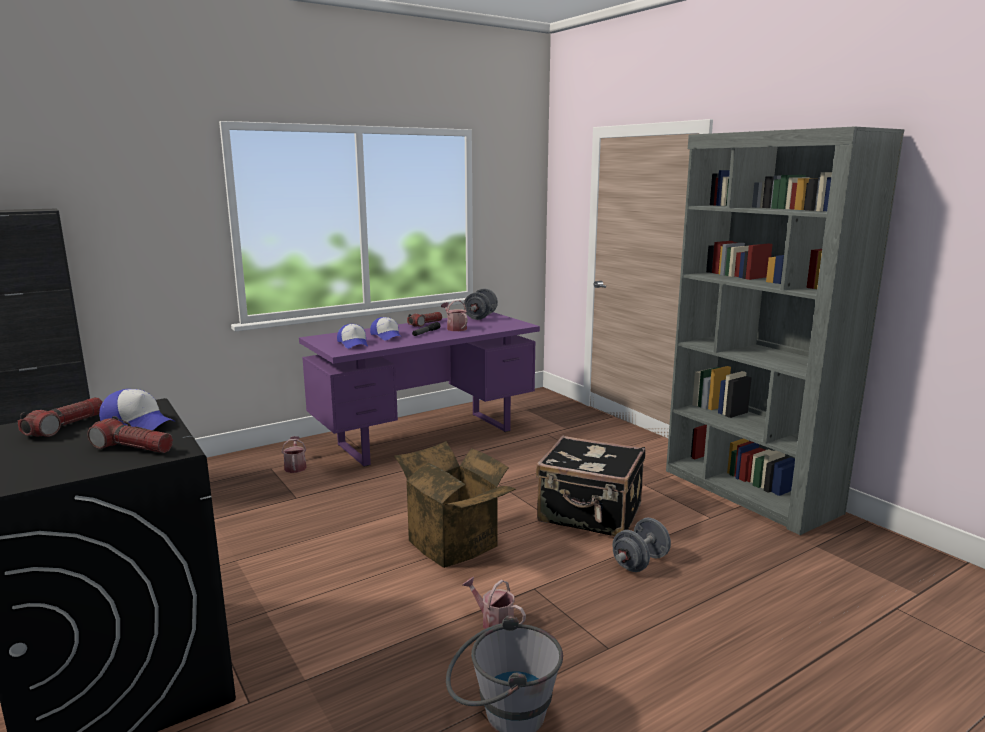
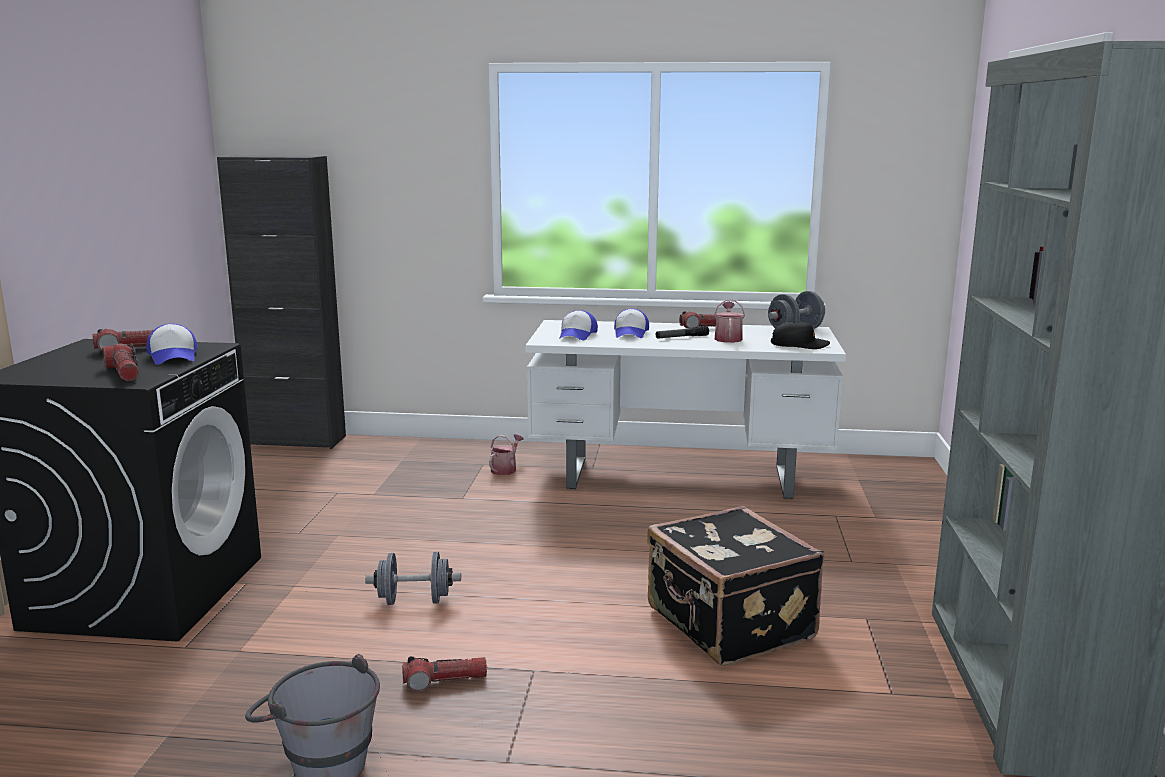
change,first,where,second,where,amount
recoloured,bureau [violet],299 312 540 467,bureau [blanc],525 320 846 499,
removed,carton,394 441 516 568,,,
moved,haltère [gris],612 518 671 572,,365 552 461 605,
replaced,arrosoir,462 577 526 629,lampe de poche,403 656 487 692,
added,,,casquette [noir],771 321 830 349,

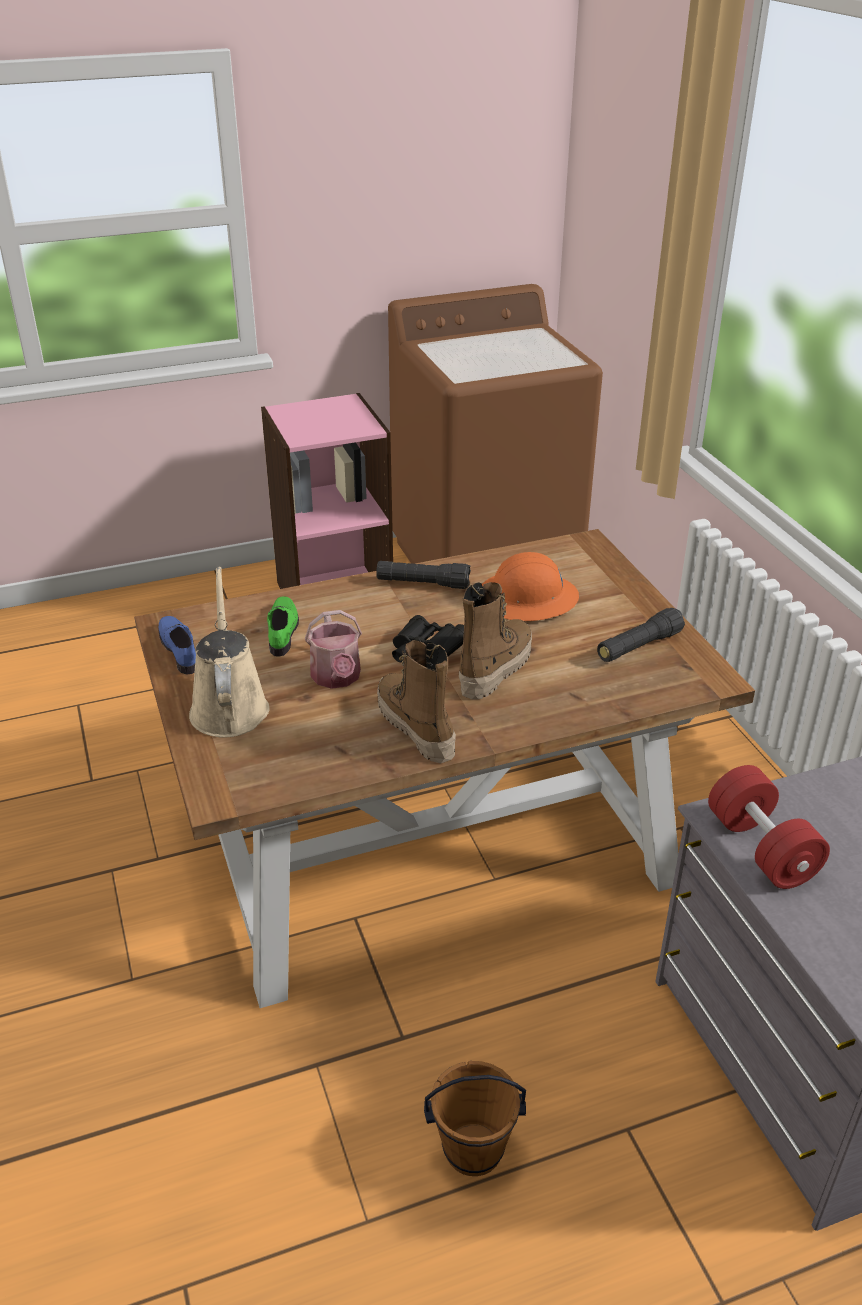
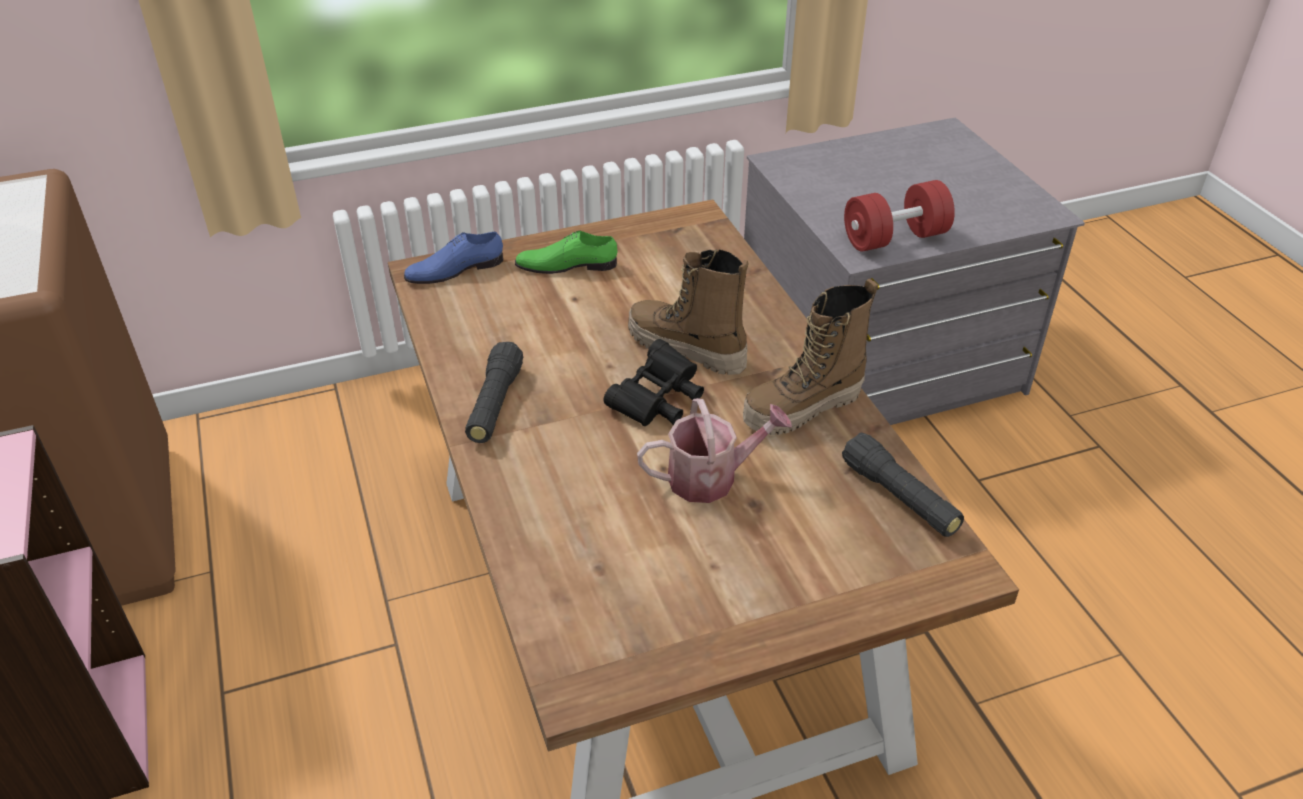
change,first,where,second,where,amount
removed,casque de chantier [orange],482 552 579 621,,,
removed,arrosoir [beige],189 567 270 738,,,
moved,chaussure [vert],267 596 299 657,,515 231 618 274,
moved,lampe de poche [noir],597 608 685 662,,842 433 964 537,
moved,chaussure [bleu],159 616 196 675,,404 232 503 284,
removed,seau [marron],424 1061 526 1176,,,

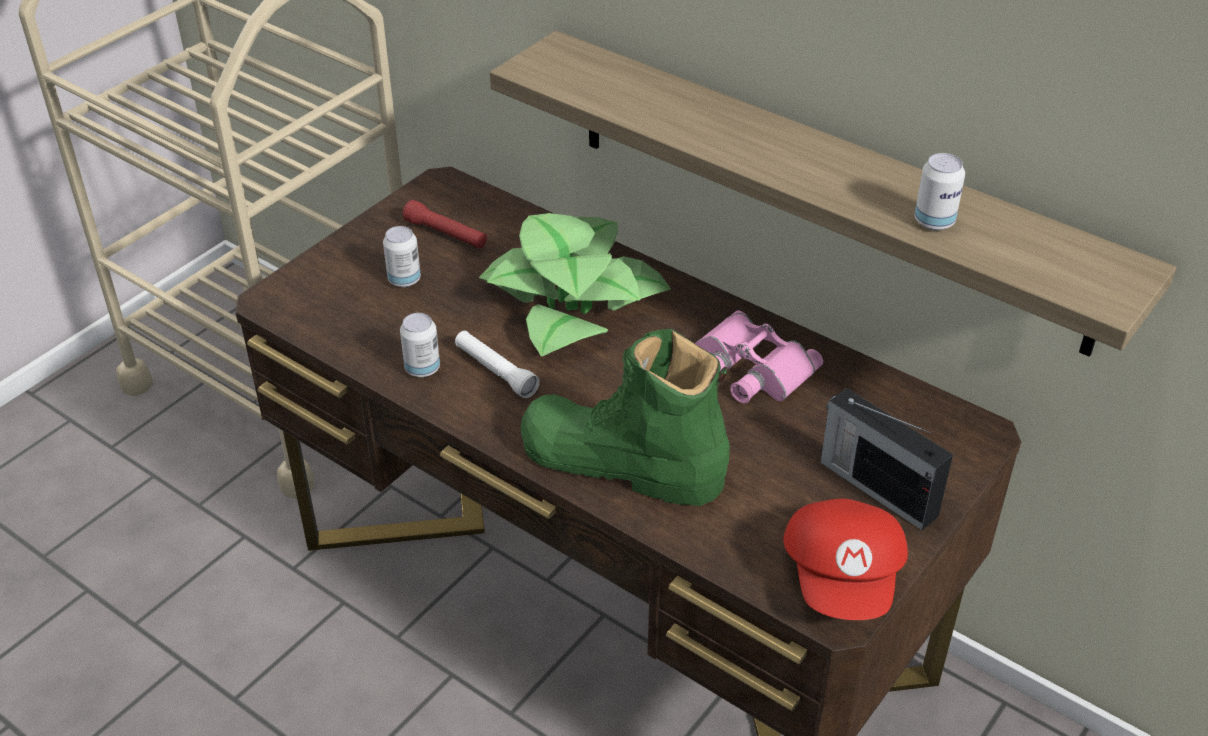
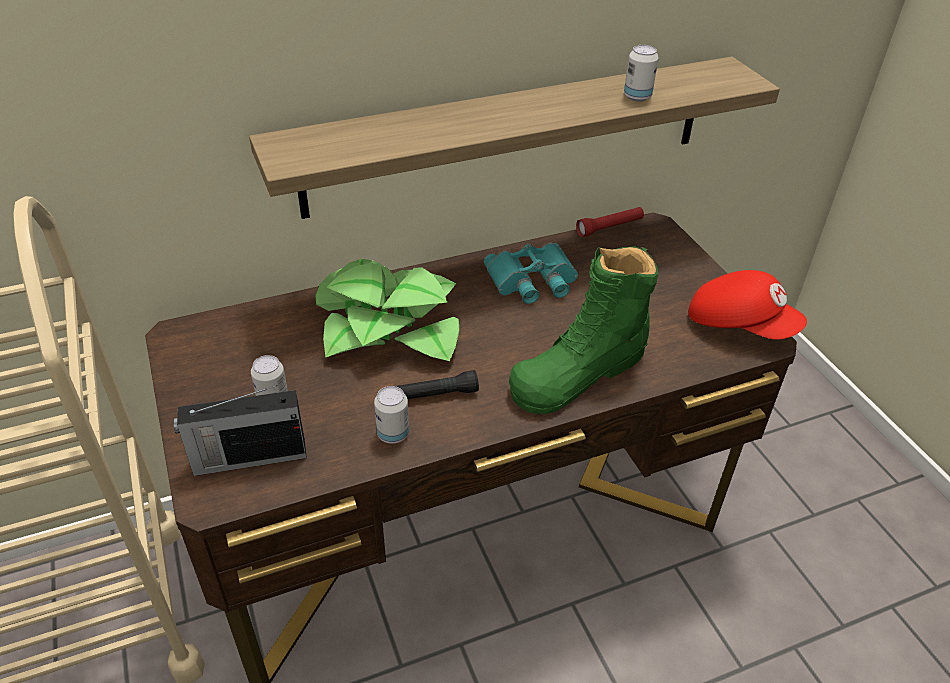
change,first,where,second,where,amount
moved,lampe de poche [rouge],403 200 487 249,,576 207 644 237,
recoloured,jumelles [rose],695 311 823 404,jumelles [turquoise],484 243 578 304,
recoloured,lampe de poche [blanc],455 331 540 398,lampe de poche [noir],396 370 479 399,
moved,radio,820 388 953 530,,174 385 307 476,

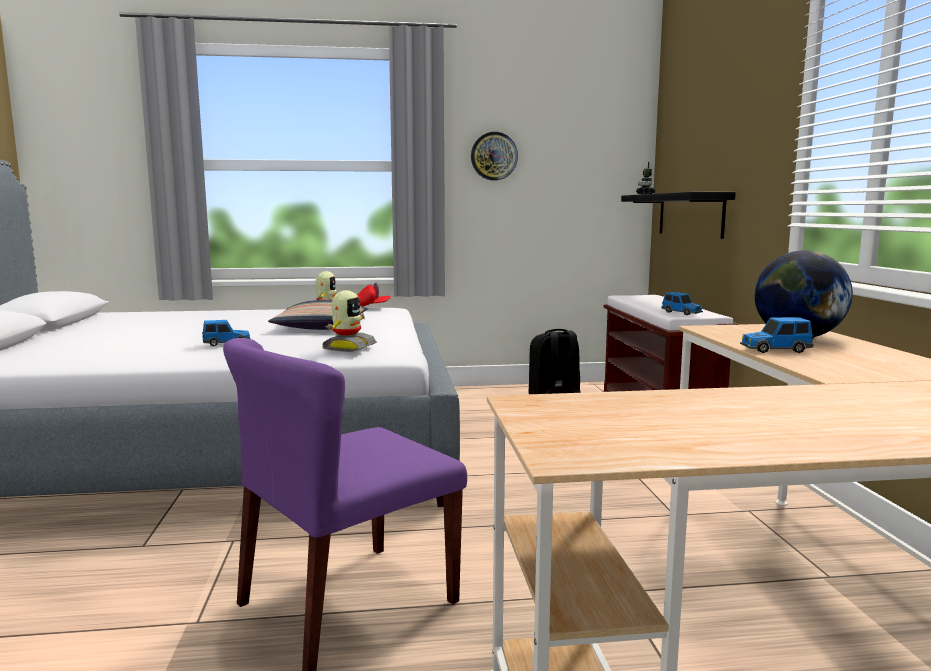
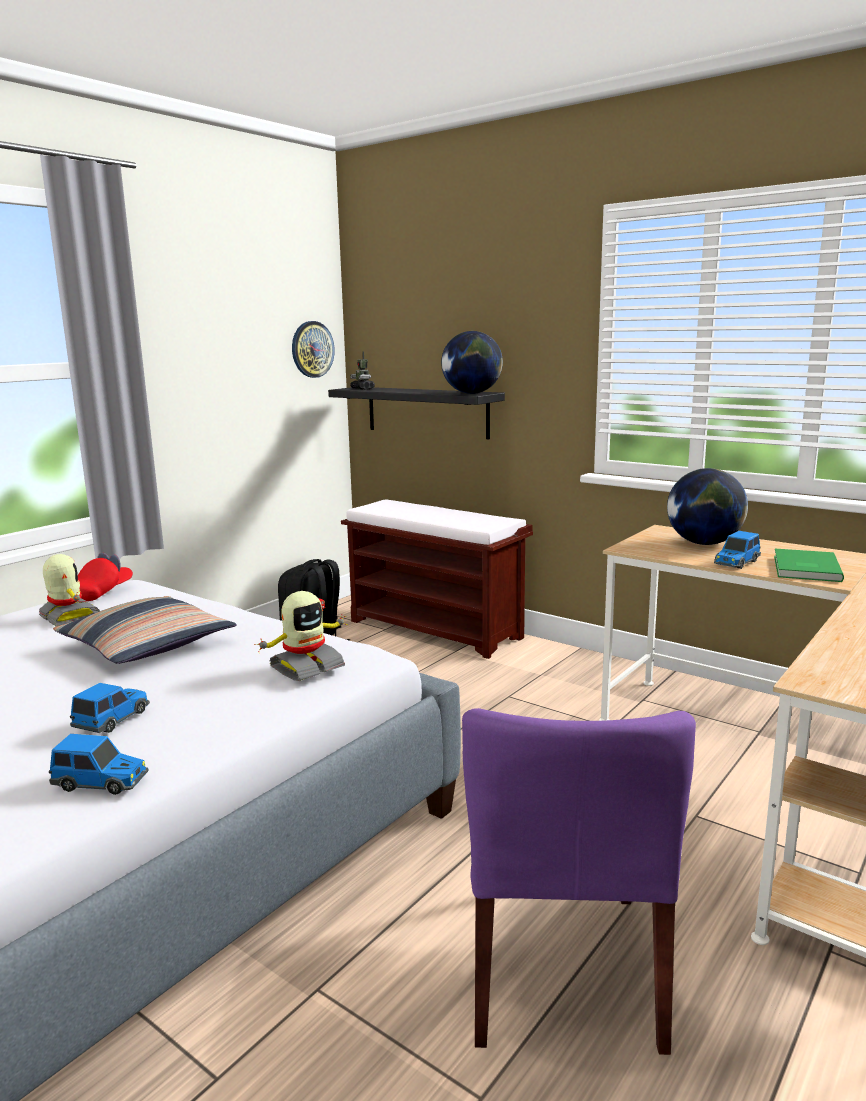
change,first,where,second,where,amount
moved,horloge murale,471 132 518 181,,292 321 335 378,
turned,robot jouet,322 290 377 352,,254 591 347 681,75 degrees clockwise
moved,petite voiture,661 292 703 315,,49 734 149 795,
added,,,globe,441 331 503 394,
added,,,livre [vert],774 549 844 582,

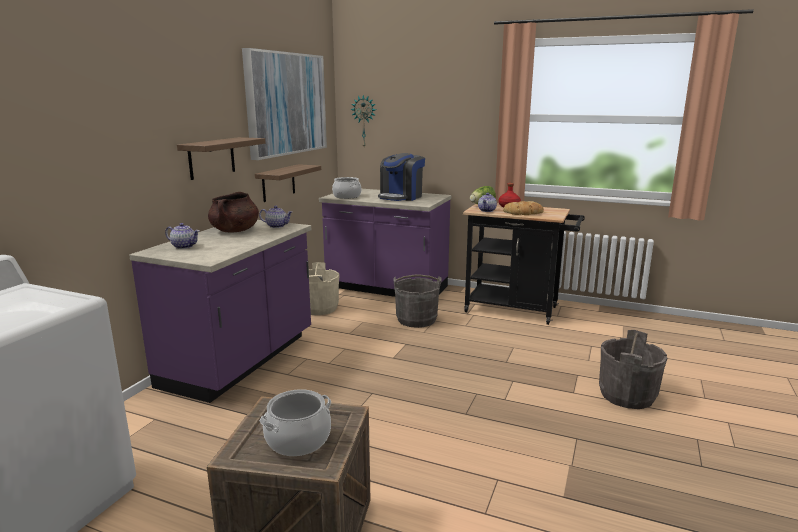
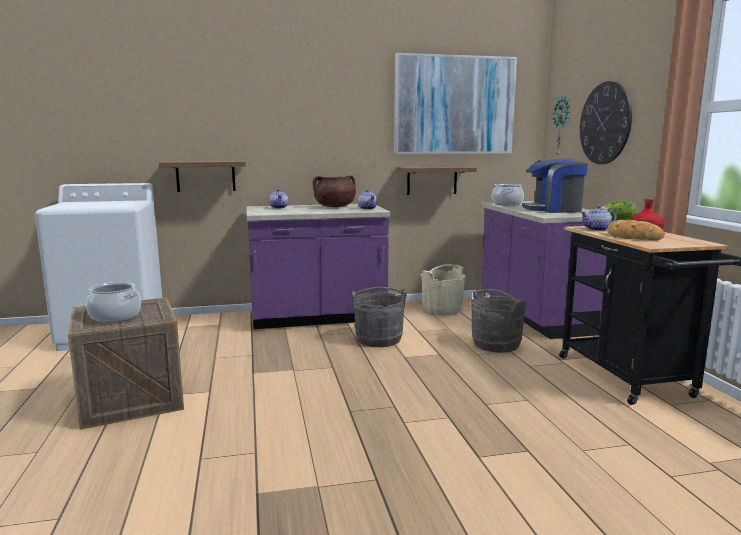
change,first,where,second,where,amount
moved,étagère,177 137 265 180,,159 161 246 192,
moved,seau [gris],599 330 667 409,,352 287 407 347,
added,,,horloge murale,580 81 632 164,

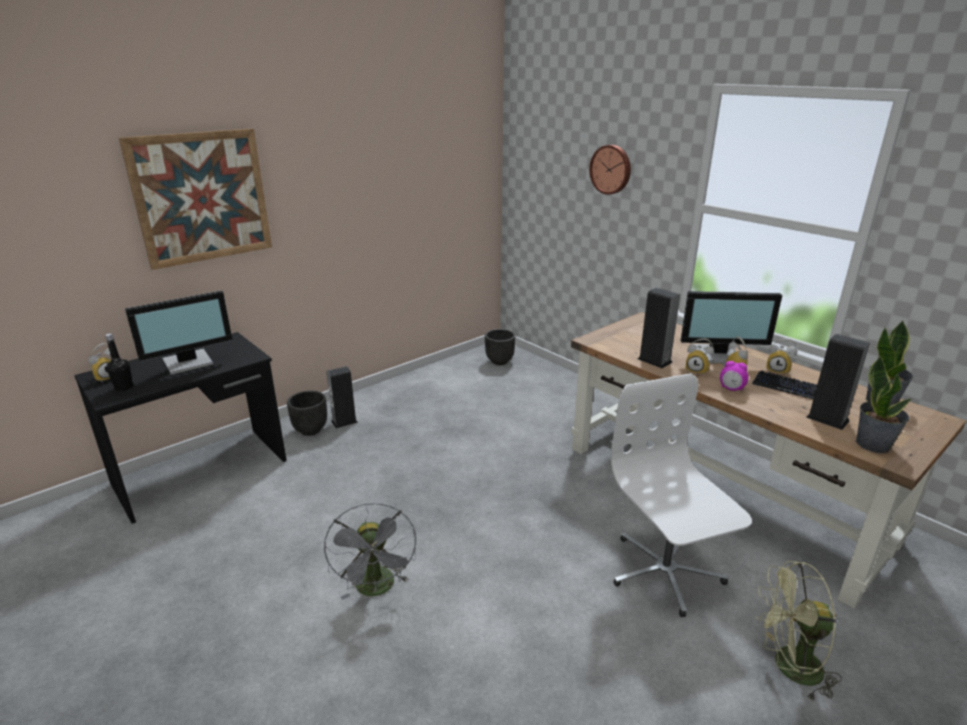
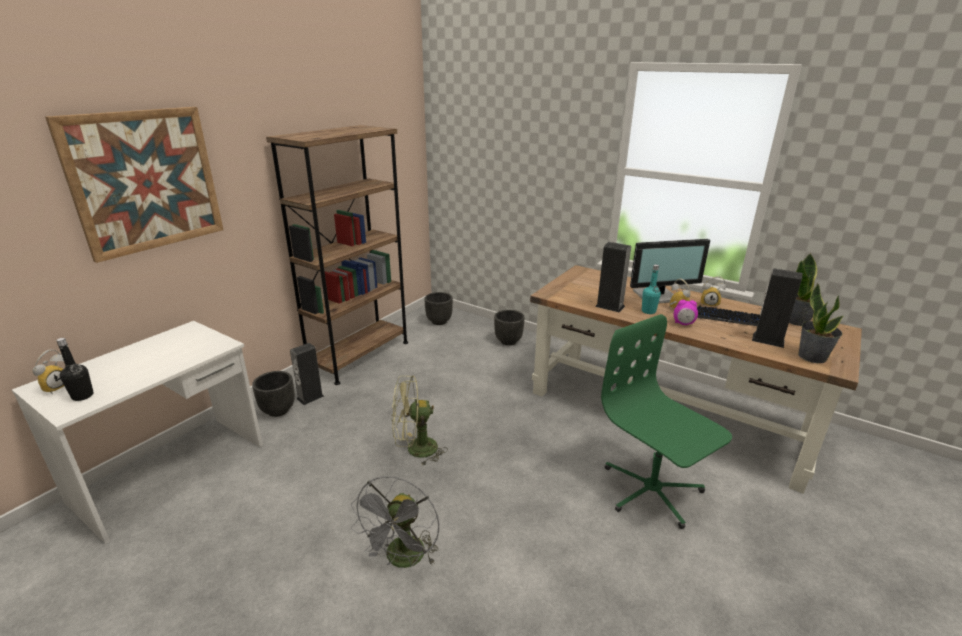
change,first,where,second,where,amount
removed,horloge murale,589 145 631 195,,,
removed,écran d'ordinateur,125 290 233 375,,,
recoloured,bureau [noir],74 332 287 524,bureau [blanc],12 321 263 544,
replaced,réveil,686 338 714 375,bouteille [turquoise],642 265 661 314,
recoloured,chaise de bureau [blanc],611 373 752 617,chaise de bureau [vert],601 314 732 529,
turned,ventilateur [gris],324 503 416 600,,351 476 439 568,45 degrees clockwise
moved,ventilateur [vert],756 561 842 702,,392 376 448 466,
added,,,bibliothèque [marron],266 125 408 385,
added,,,cache-pot [noir],494 310 525 345,

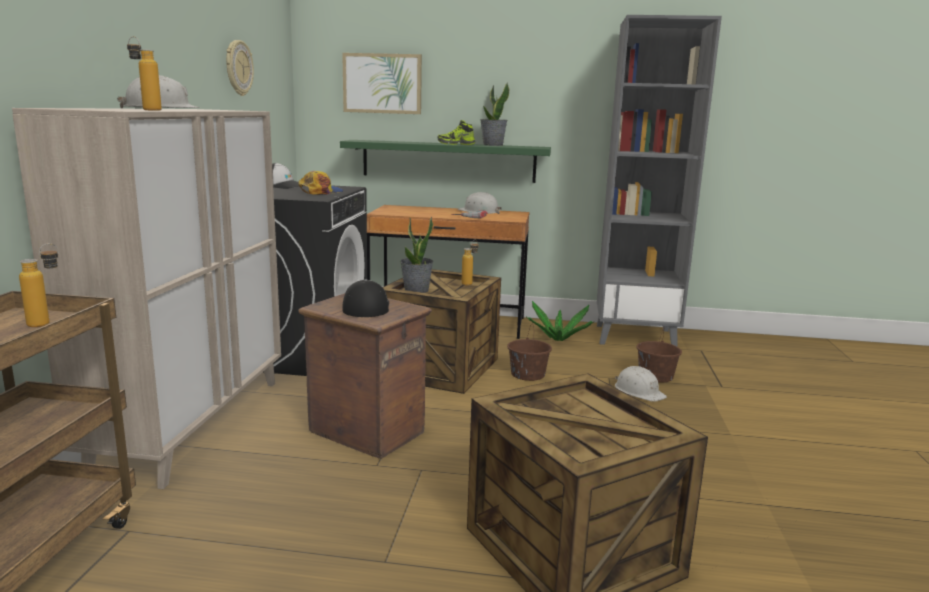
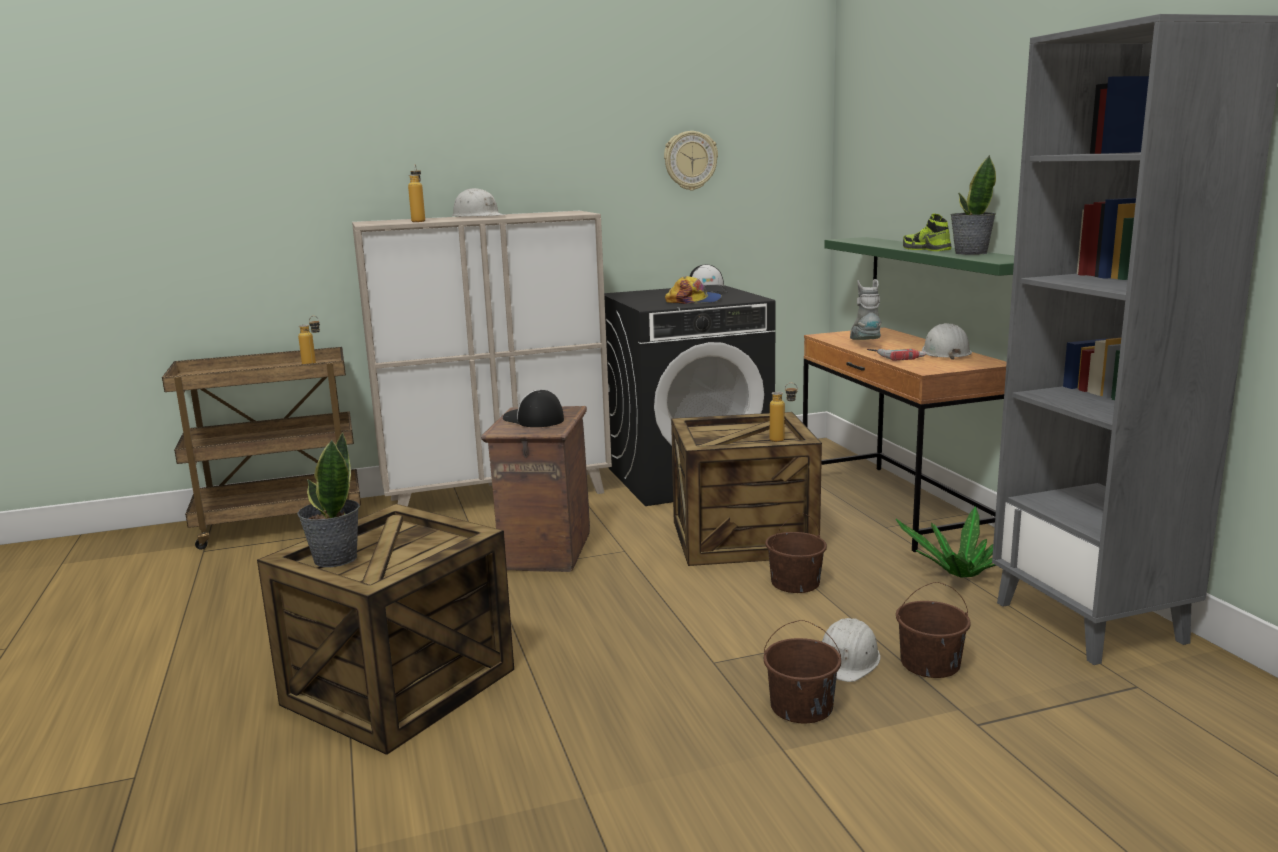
change,first,where,second,where,amount
removed,tableau,342 53 422 114,,,
moved,plante en pot,400 217 434 293,,297 432 360 567,
turned,casquette,342 279 389 317,,503 390 564 427,105 degrees counterclockwise
added,,,botte [gris],850 279 882 340,
added,,,seau [marron],764 620 841 724,

